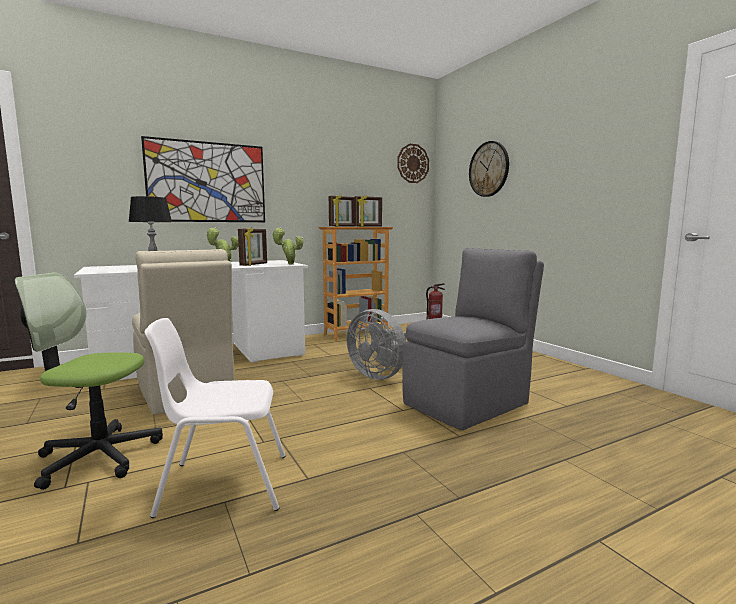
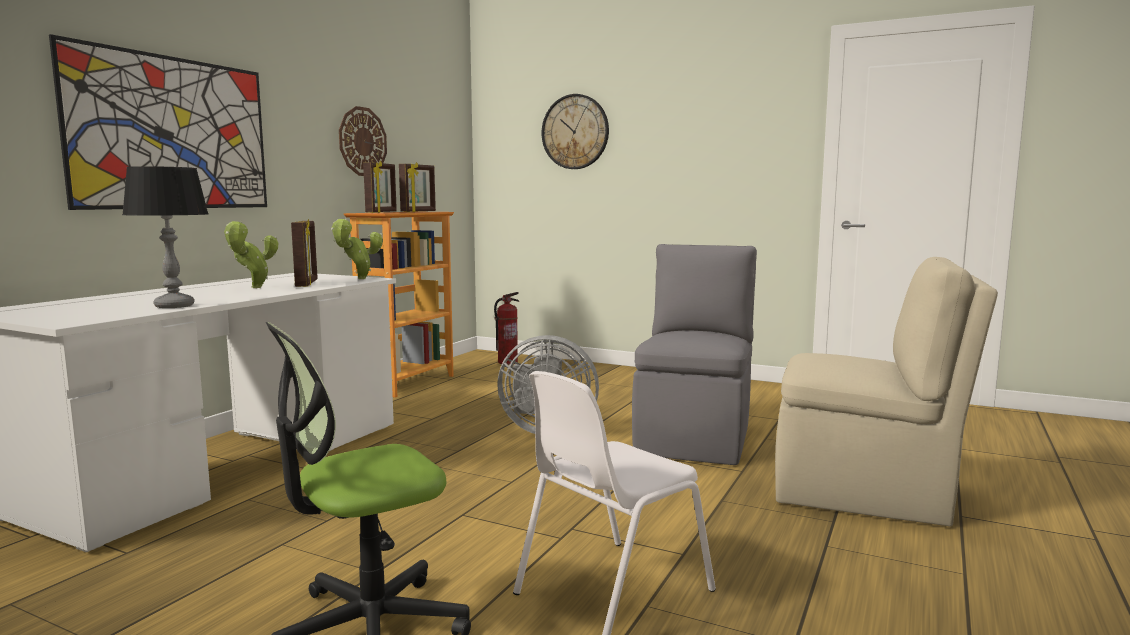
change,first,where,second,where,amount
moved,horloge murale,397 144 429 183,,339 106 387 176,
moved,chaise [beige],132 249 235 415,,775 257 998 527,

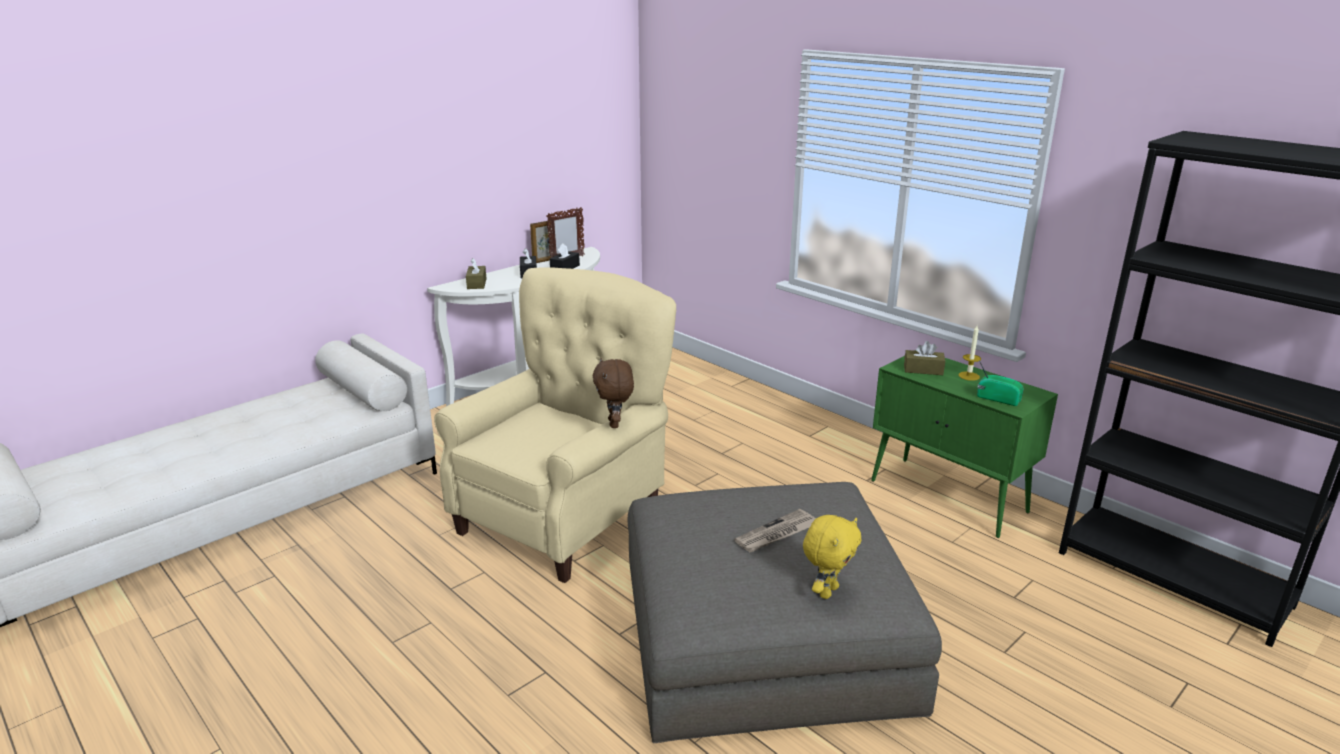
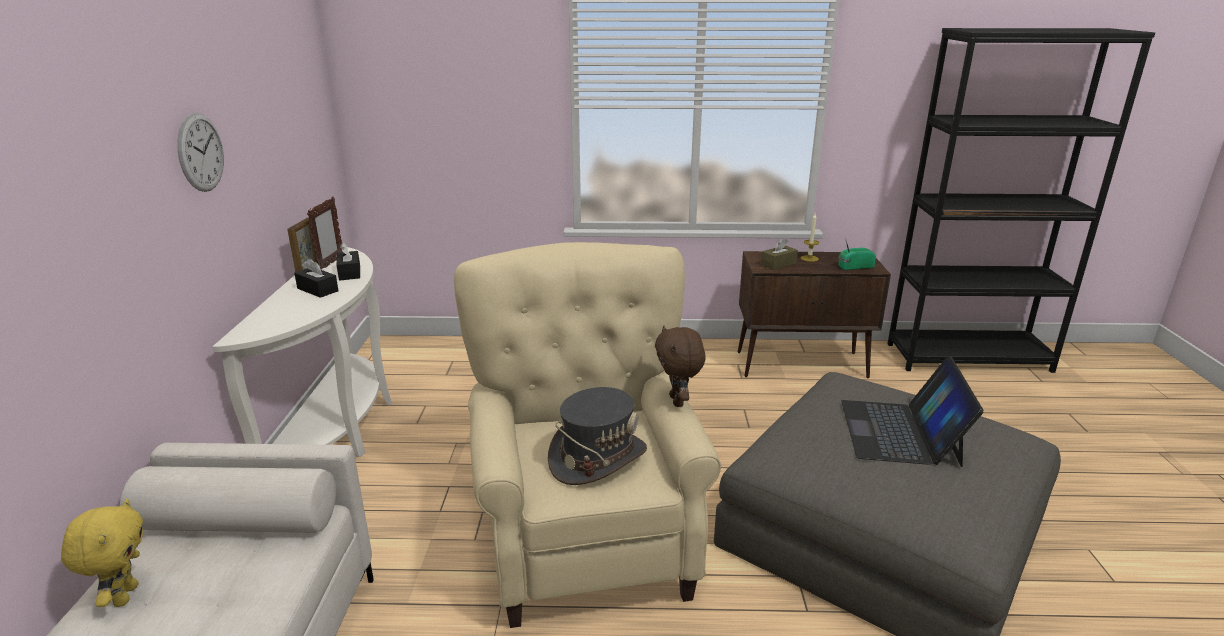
change,first,where,second,where,amount
removed,boîte à mouchoirs [marron],466 258 487 289,,,
recoloured,meuble de rangement [vert],871 350 1058 538,meuble de rangement [marron],738 251 891 379,
turned,peluche [marron],593 358 634 428,,655 326 705 407,45 degrees clockwise
replaced,journal,734 509 816 552,ordinateur portable,841 356 984 467,
moved,peluche [jaune],803 515 862 599,,61 499 143 607,
added,,,horloge murale,177 113 224 192,
added,,,chapeau [gris],548 387 647 485,

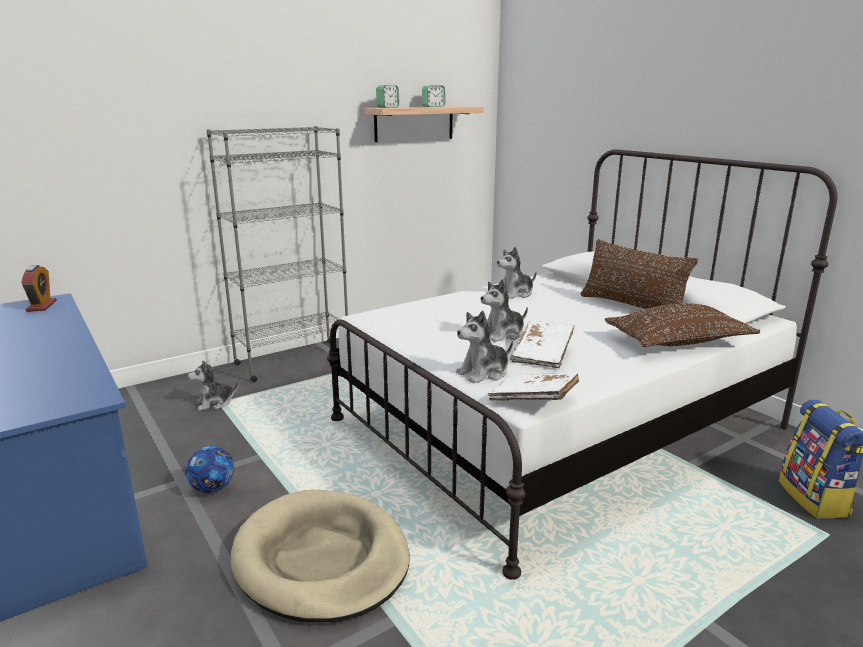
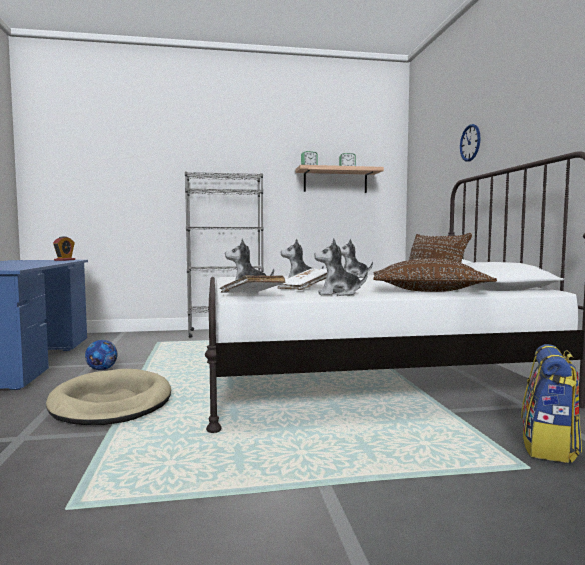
change,first,where,second,where,amount
moved,peluche,188 360 239 411,,314 239 368 296,
added,,,horloge murale,460 124 481 162,

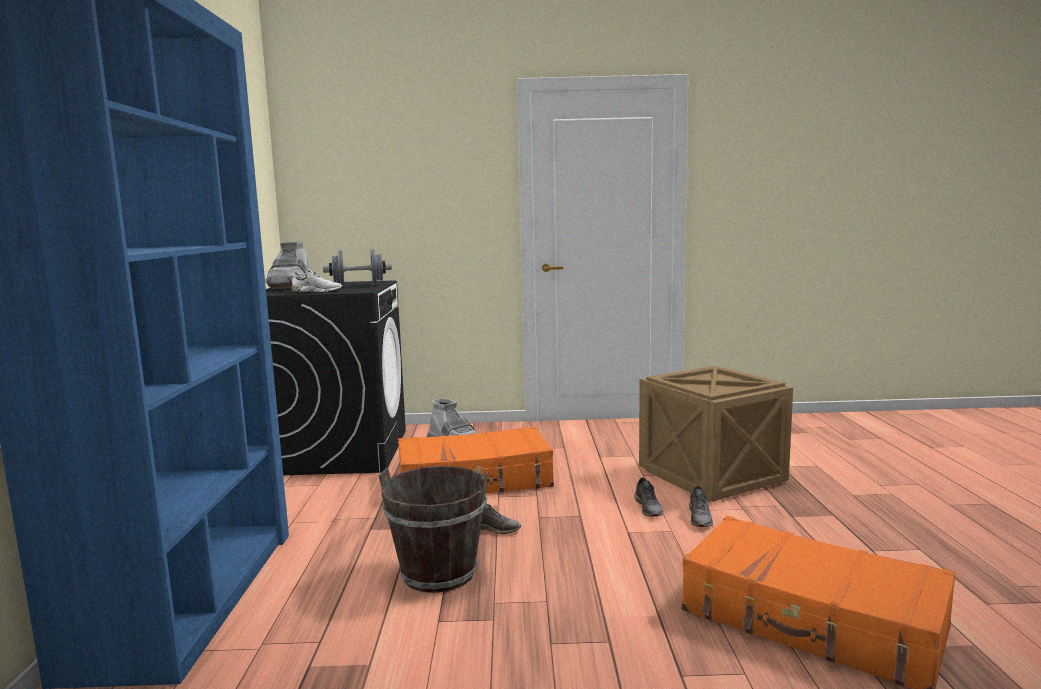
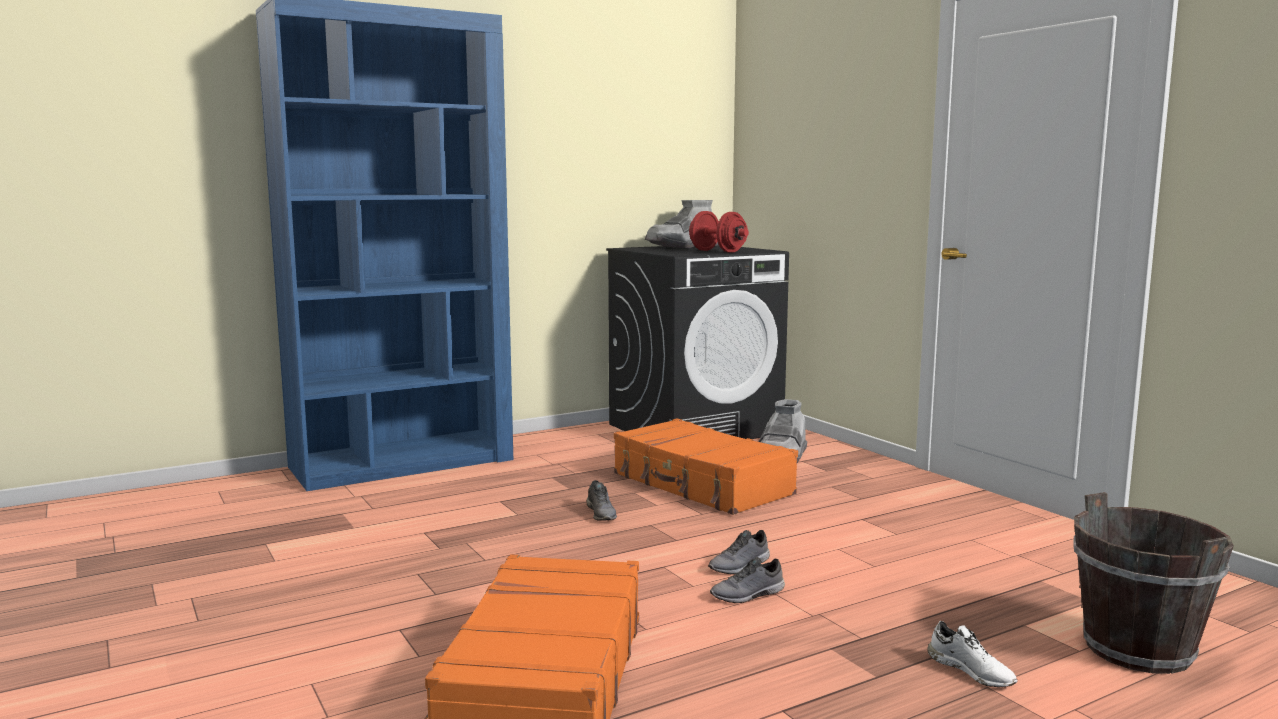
change,first,where,second,where,amount
recoloured,haltère [gris],323 249 392 287,haltère [rouge],689 211 749 253,
moved,chaussure [blanc],291 269 343 292,,927 621 1017 687,
removed,caisse,639 366 793 502,,,
moved,seau [marron],379 466 488 593,,1073 492 1234 674,

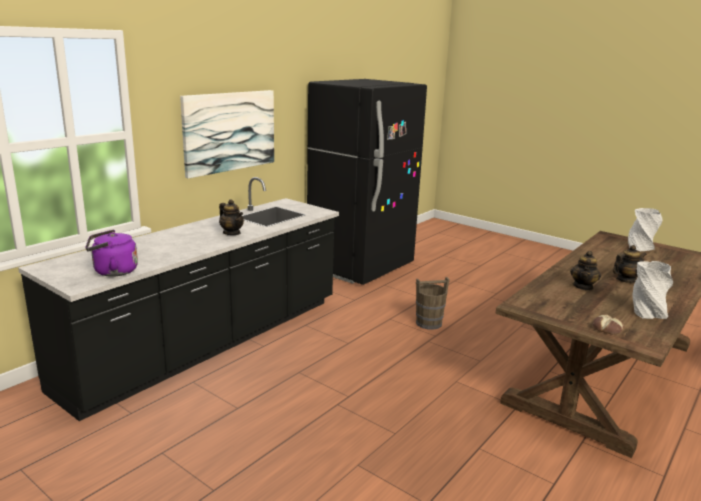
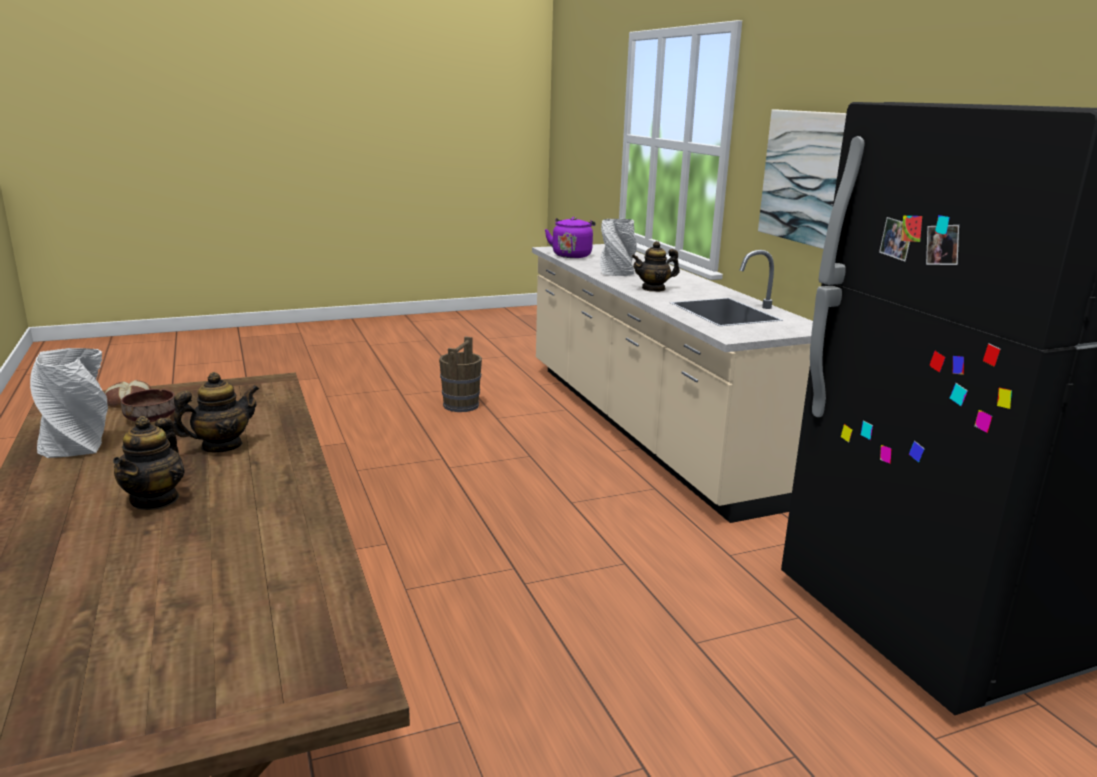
change,first,where,second,where,amount
recoloured,comptoir de cuisine [noir],18 177 339 421,comptoir de cuisine [beige],532 244 813 523,
moved,vase [gris],628 208 662 251,,600 219 637 276,
turned,théière,570 251 601 291,,173 372 259 452,90 degrees clockwise
moved,seau [marron],416 277 449 330,,439 337 482 412,
added,,,bol [marron],121 389 175 422,

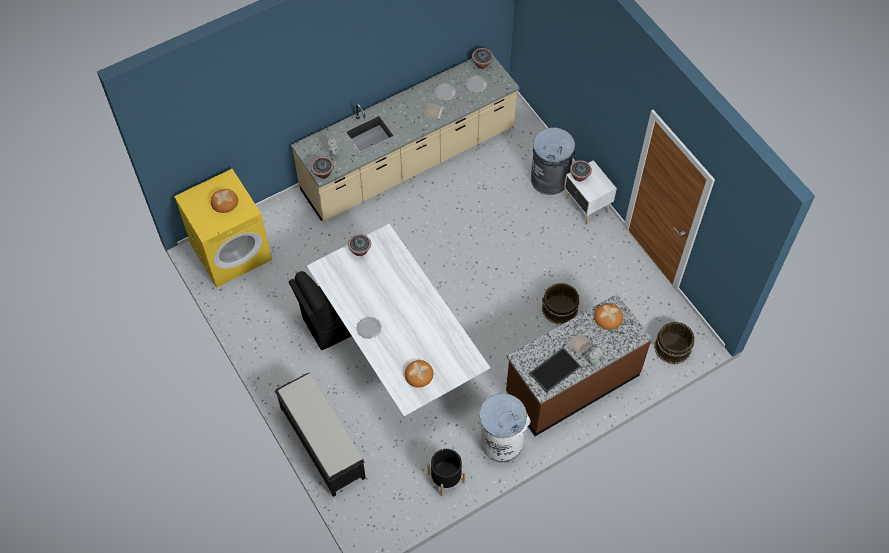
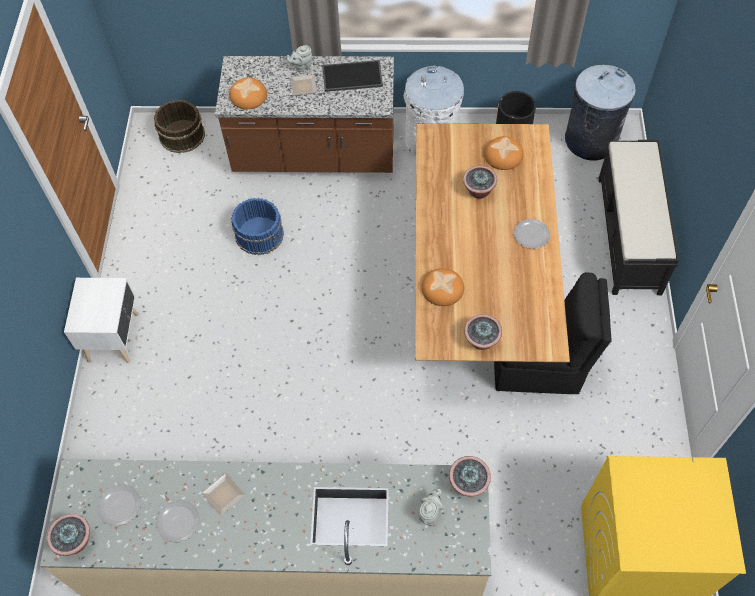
change,first,where,second,where,amount
moved,poubelle [gris],531 127 576 195,,565 65 636 161,
moved,plante en pot,570 160 592 181,,463 166 497 199,
moved,pain,211 189 238 213,,421 268 464 306,
recoloured,table à manger [blanc],307 224 491 417,table à manger [marron],415 124 570 362,
recoloured,seau [marron],542 283 580 324,seau [bleu],231 198 284 255,

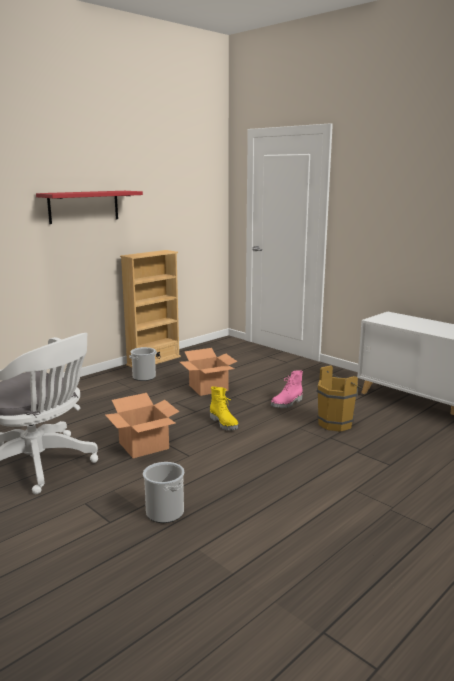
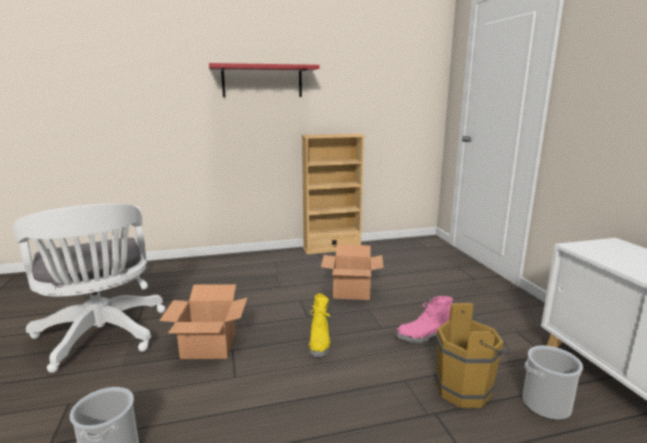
change,first,where,second,where,amount
moved,seau,129 347 157 381,,522 346 583 420,

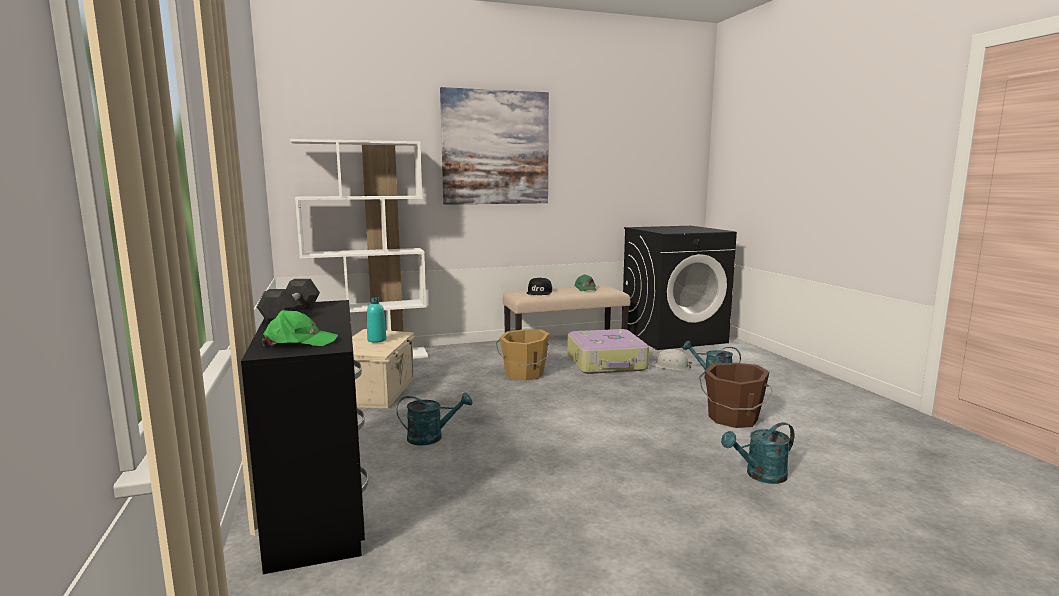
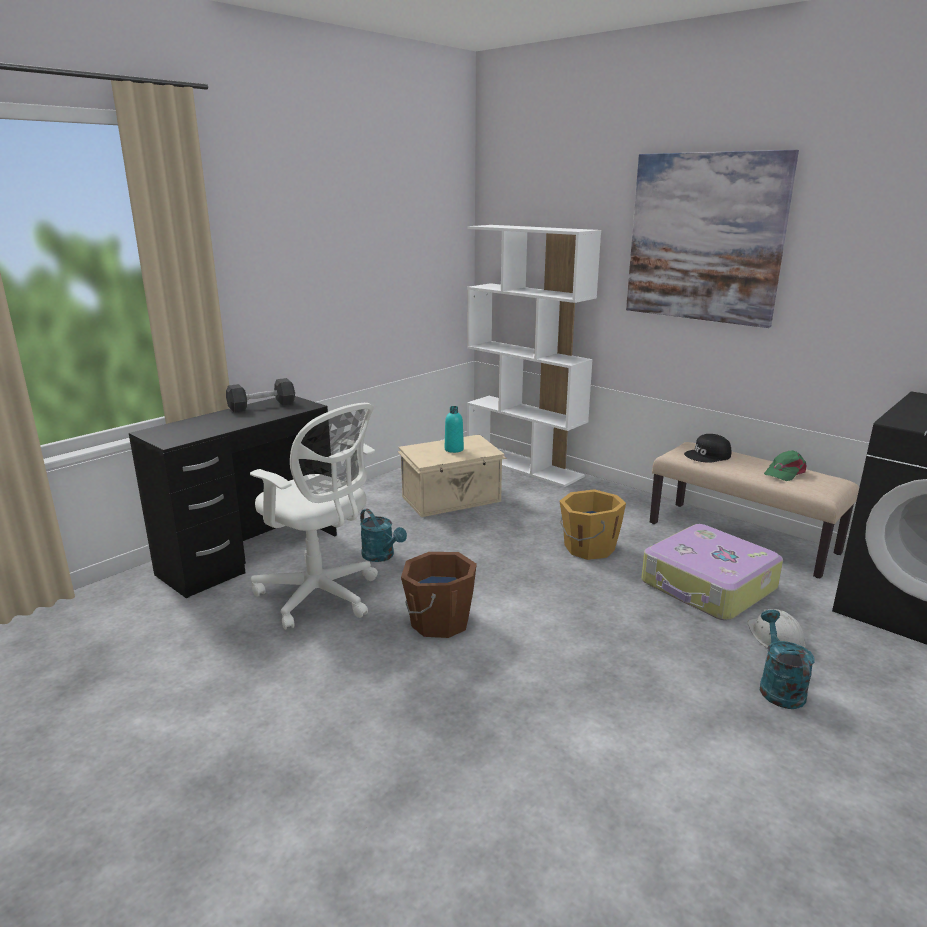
change,first,where,second,where,amount
removed,casquette [vert],262 310 338 346,,,
moved,seau [marron],699 363 773 428,,401 552 477 638,
removed,arrosoir [turquoise],721 422 795 484,,,
added,,,chaise de bureau [blanc],250 403 378 630,

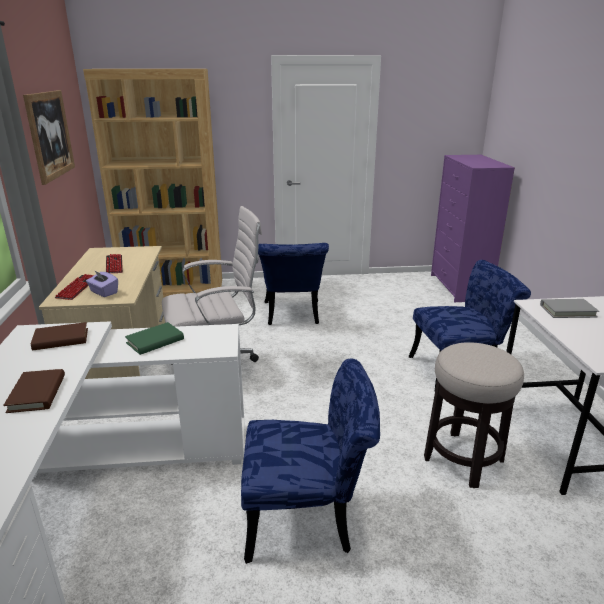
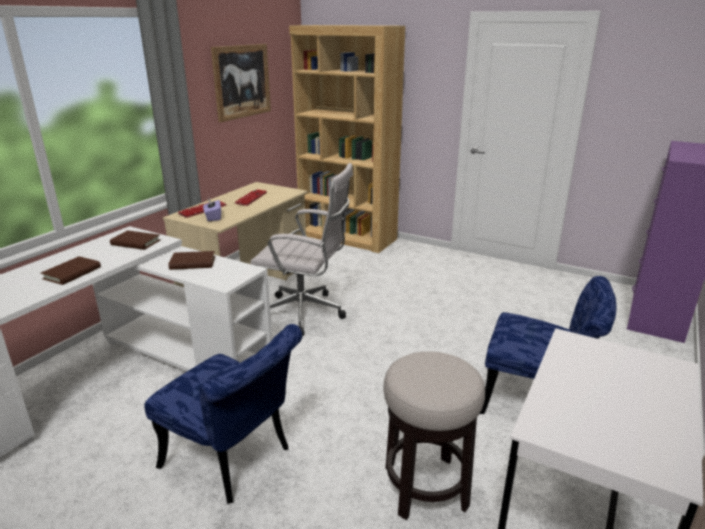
change,first,where,second,where,amount
removed,chaise [bleu],258 243 329 325,,,
removed,livre [gris],540 299 599 318,,,
recoloured,livre [vert],125 322 184 355,livre [marron],169 251 215 270,

